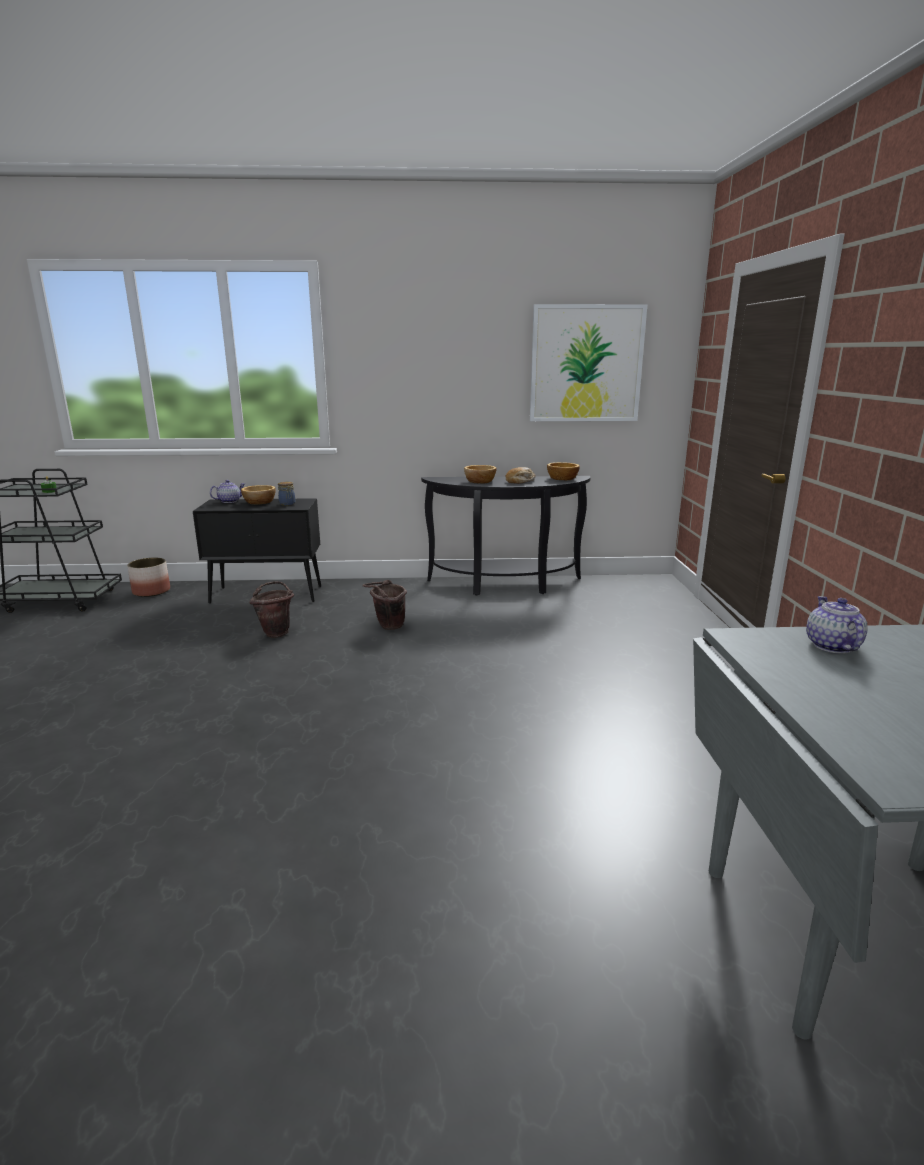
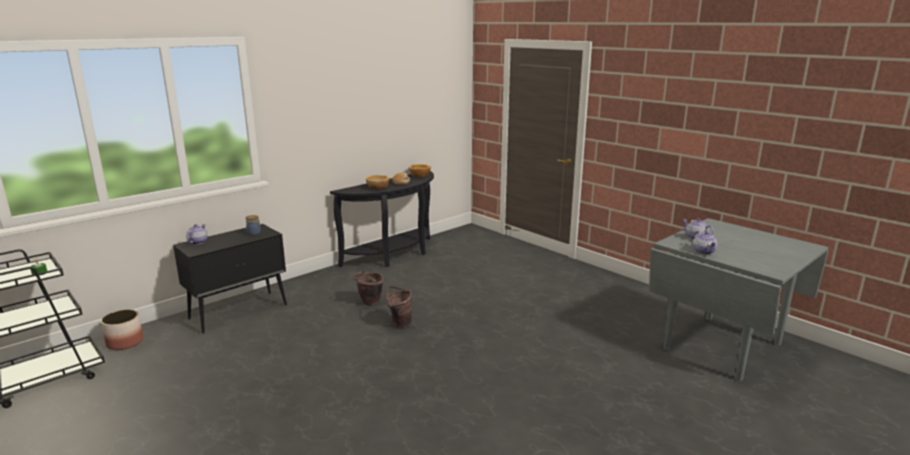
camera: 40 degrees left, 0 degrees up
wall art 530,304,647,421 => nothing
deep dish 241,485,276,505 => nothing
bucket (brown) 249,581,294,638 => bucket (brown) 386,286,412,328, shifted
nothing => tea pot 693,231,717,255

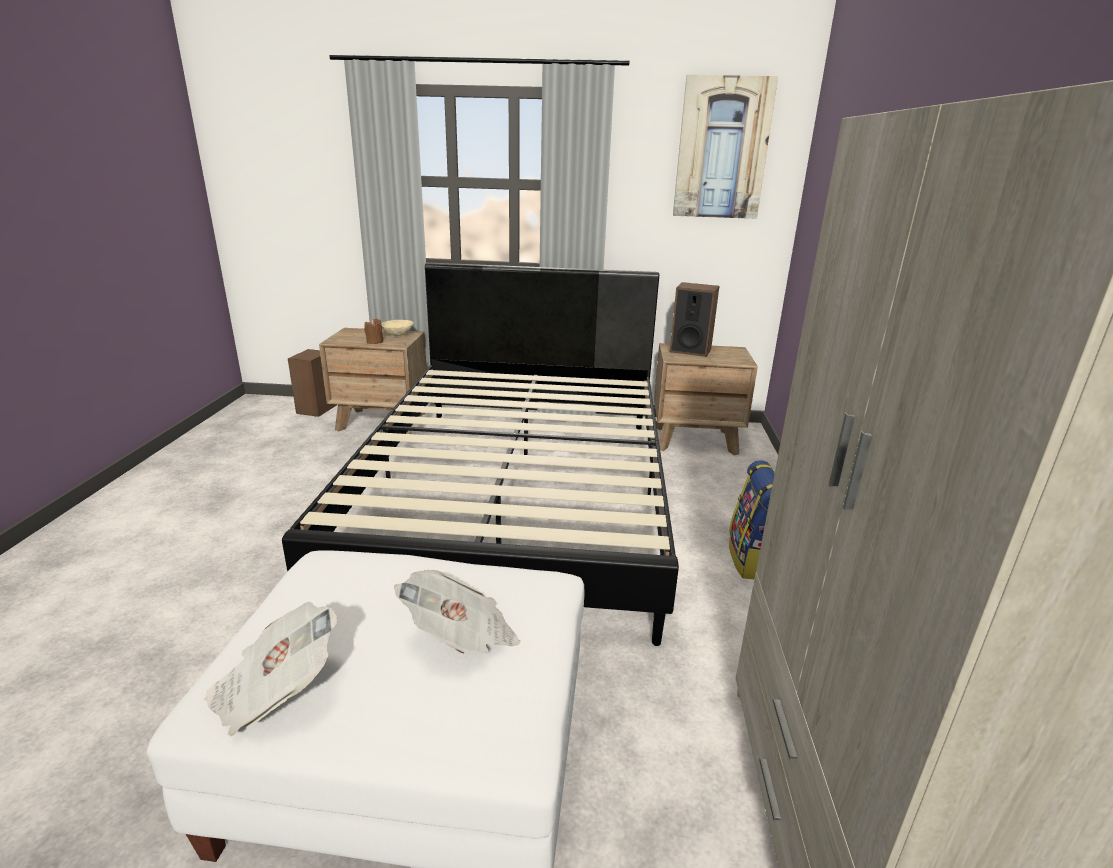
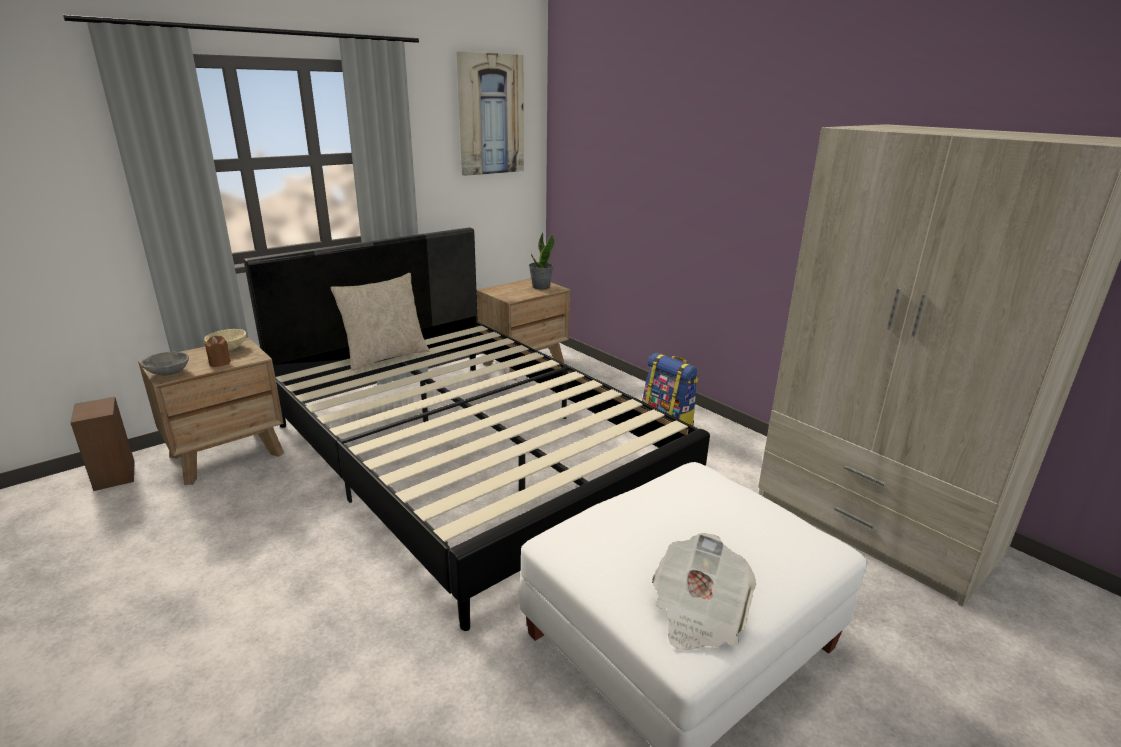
camera: 45 degrees left, 0 degrees up
speaker 670,282,719,357 => nothing
daily paper 394,570,520,654 => nothing
nothing => plant in a pot 529,232,555,290
nothing => throw pillow (sand-coloured) 330,273,430,371
nothing => deep dish (greyish) 141,352,189,376

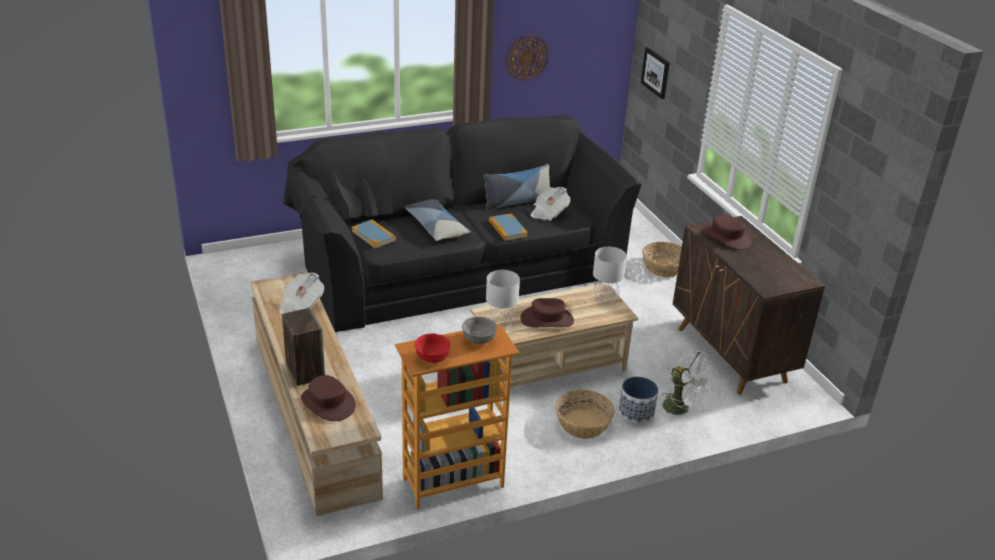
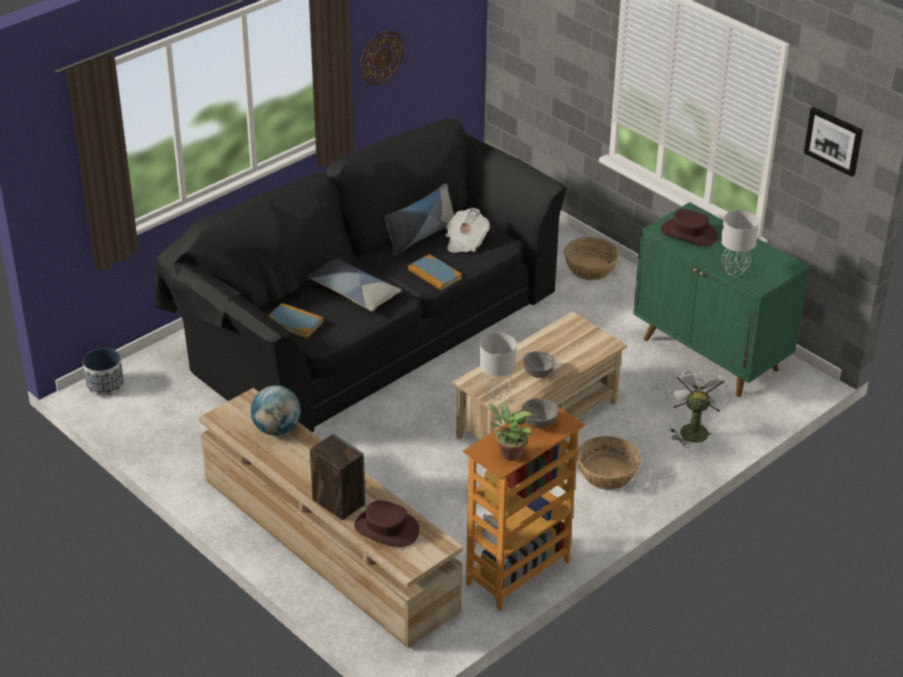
camera: 20 degrees left, 5 degrees up
wall art 641,47,670,99 => wall art 804,107,863,177, shifted
cupboard (brown) 673,216,825,395 => cupboard (green) 633,202,810,397
tabletop lamp (greyish) 593,247,627,306 => tabletop lamp (greyish) 721,210,759,276, shifted
daily paper 279,273,324,314 => desk globe 251,385,301,436
wearable hat (brown) 520,298,574,327 => deep dish (greyish) 523,351,555,378
deep dish (red-coloured) 414,333,451,363 => plant in a pot 489,403,534,461
electric fan (white) 662,350,713,422 => electric fan (white) 666,366,731,448, 105 degrees counterclockwise
plant pot 619,377,658,424 => plant pot 83,348,124,397, shifted

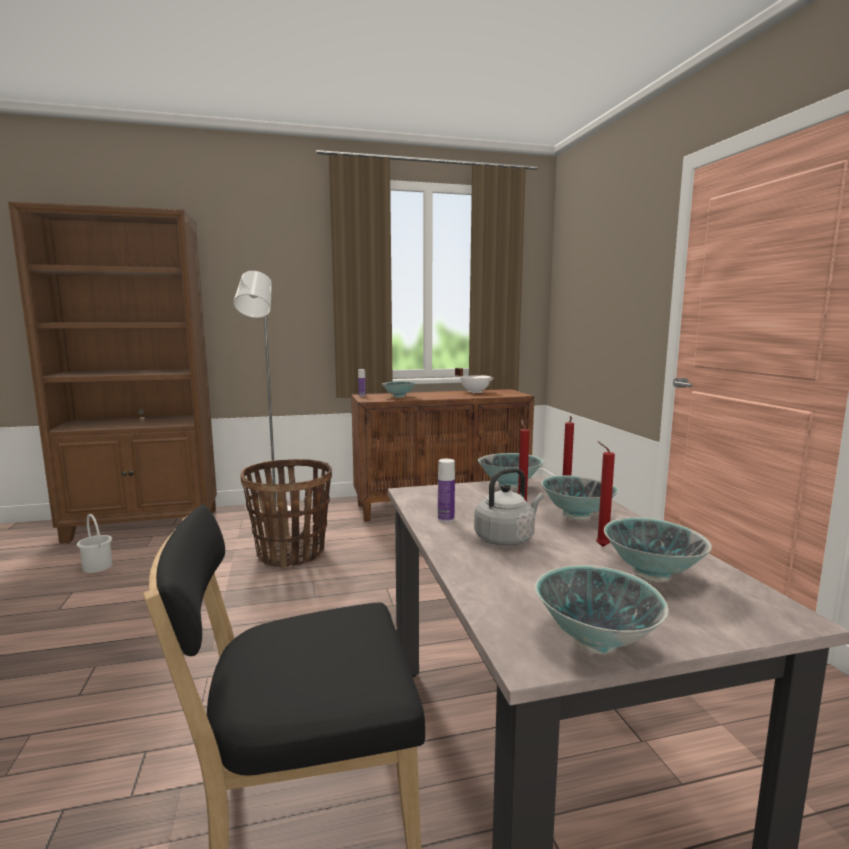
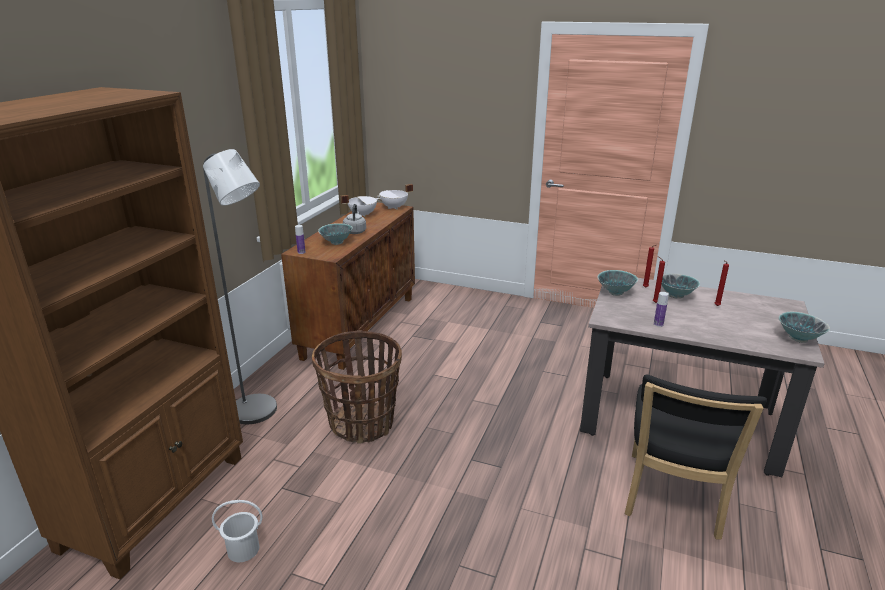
camera: 55 degrees left, 15 degrees up
tea kettle (greyish) 474,468,544,546 => tea kettle (greyish) 343,204,366,234, shifted
deep dish 604,517,712,582 => nothing
nothing => saucepot (white) 377,184,413,210

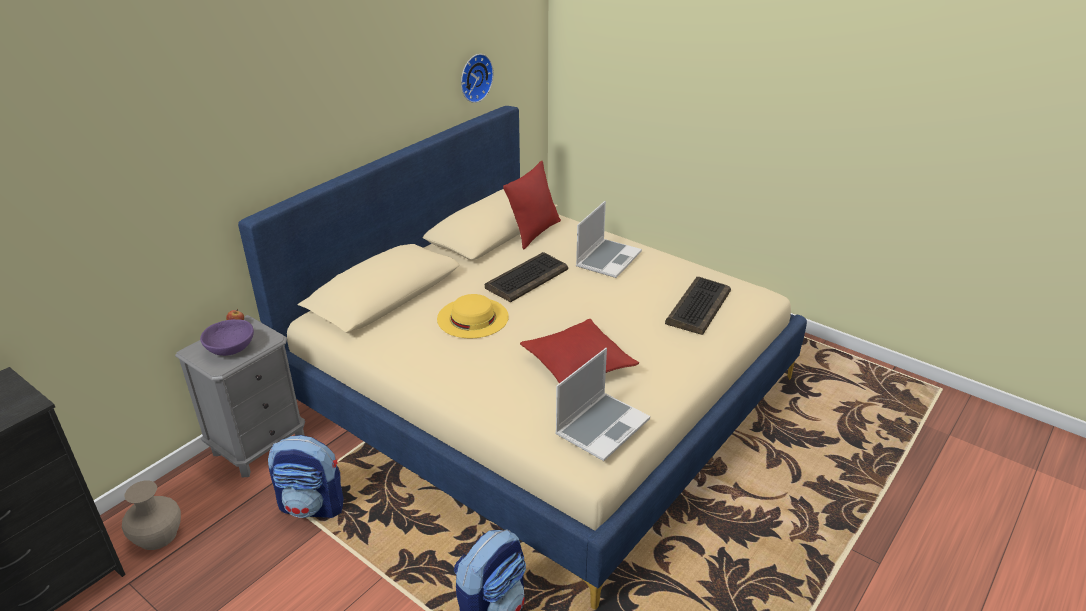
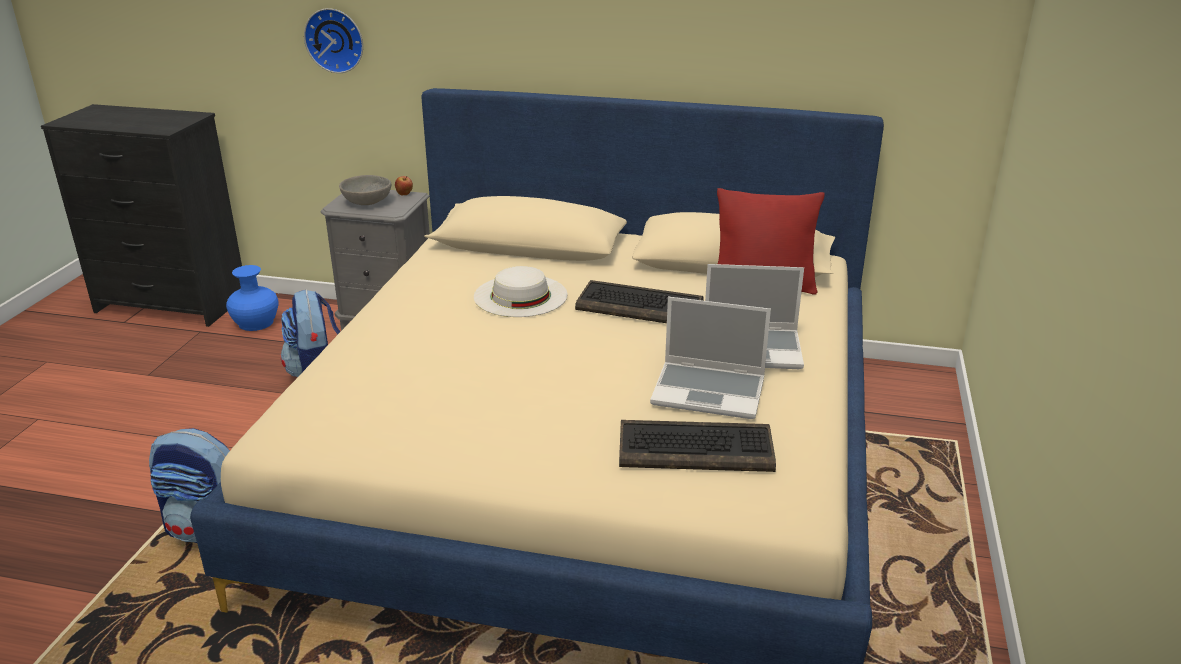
camera: 65 degrees right, 5 degrees down
clock on the wall 461,54,494,103 => clock on the wall 304,8,363,73, shifted
wearable hat (yellow) 437,294,509,338 => wearable hat (white) 474,266,567,317
deep dish (purplish) 200,319,254,356 => deep dish (greyish) 339,175,391,205
throw pillow (red-coloured) 520,319,639,383 => nothing
notebook computer 555,348,650,461 => notebook computer 650,297,771,419, shifted
flower vase (sand-coloured) 122,481,181,550 => flower vase (bluish) 226,265,279,331

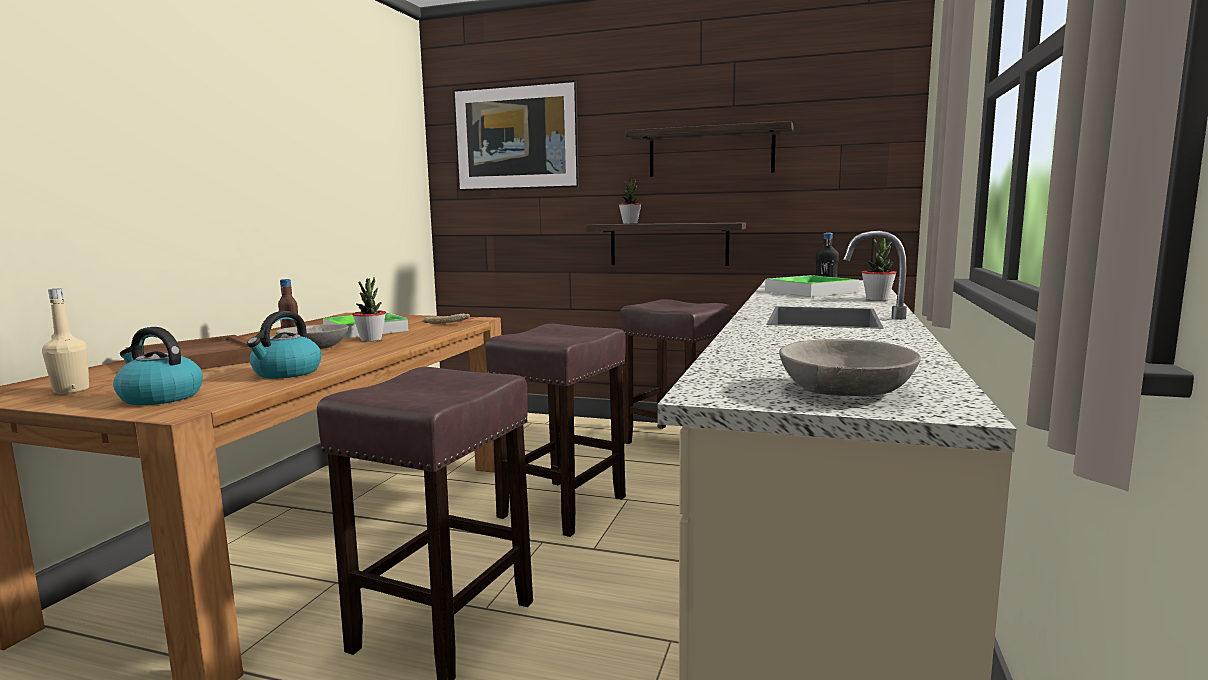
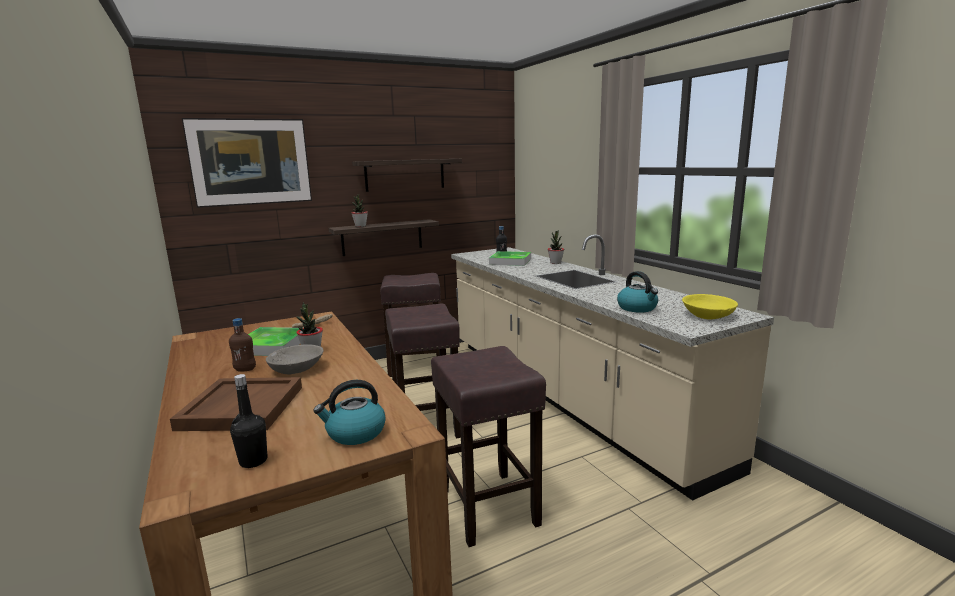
camera: 45 degrees left, 5 degrees up
beverage bottle (sand-coloured) 42,288,89,394 => beverage bottle (blackish) 230,374,268,468
tea kettle 247,311,322,378 => tea kettle 617,271,658,313, shifted
deep dish (greyish) 779,339,921,396 => deep dish (yellow) 682,294,738,320

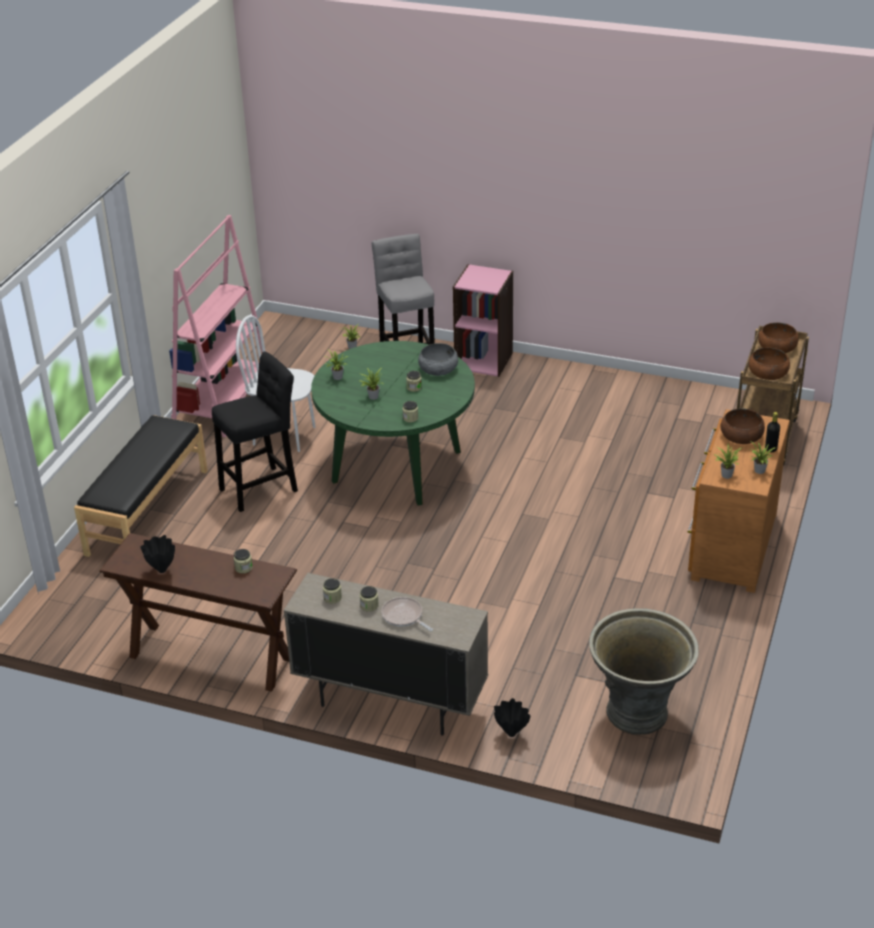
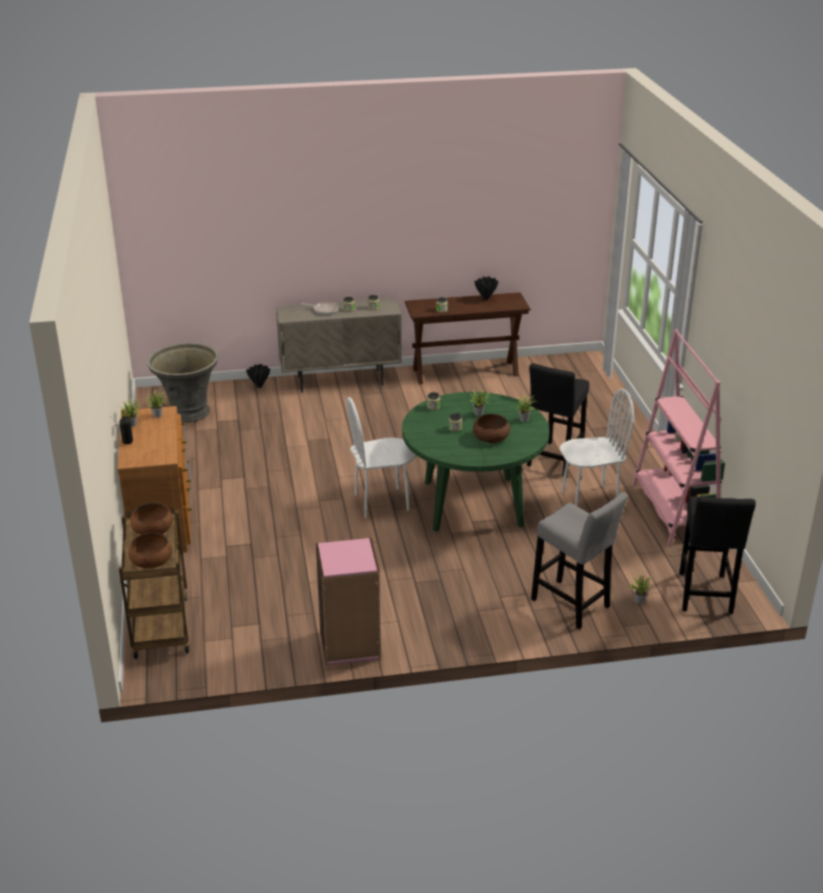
camera: 150 degrees right, 5 degrees down
bookshelf (pink-coloured) 453,264,513,377 => bookshelf (pink-coloured) 316,538,381,666, shifted
deep dish (greyish) 418,343,458,376 => nothing
deep dish (brown) 720,408,765,444 => deep dish (brown) 473,414,510,443, shifted
bench (blackish) 74,415,208,557 => nothing
nothing => chair (white) 347,397,415,518
nothing => stool (blackish) 679,496,756,614

